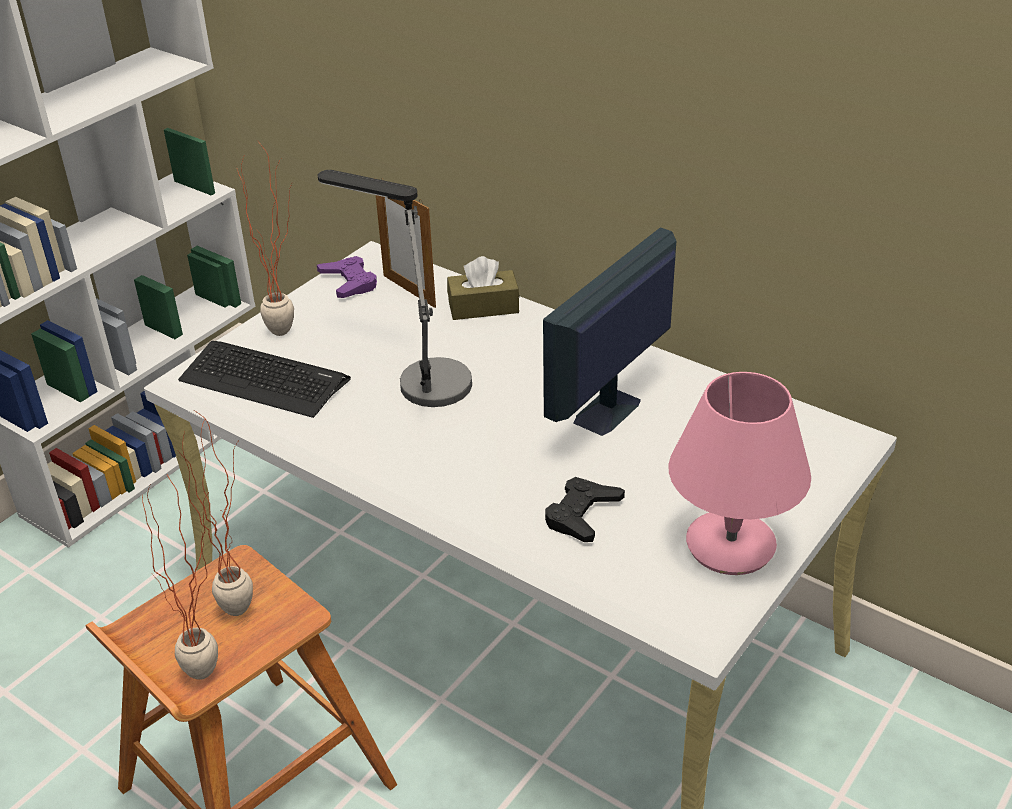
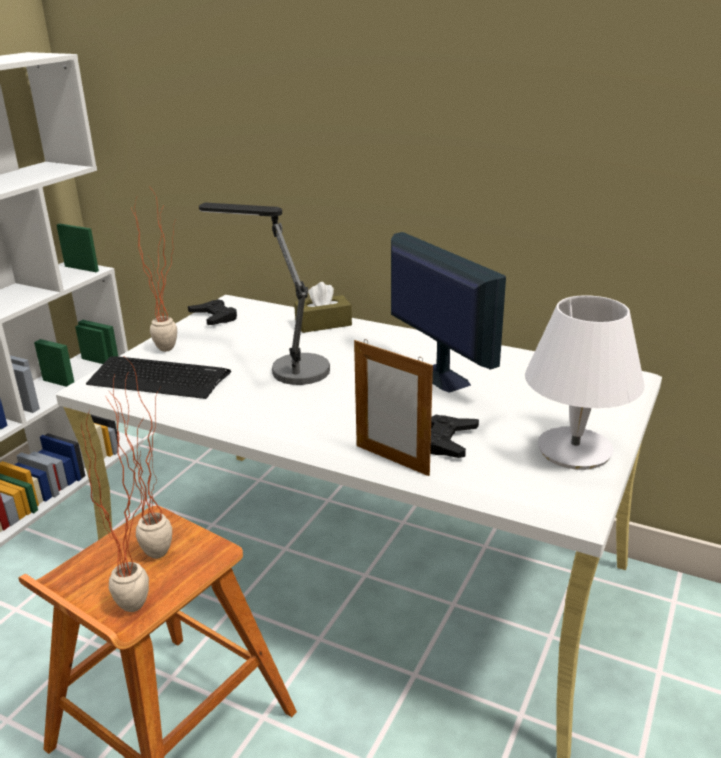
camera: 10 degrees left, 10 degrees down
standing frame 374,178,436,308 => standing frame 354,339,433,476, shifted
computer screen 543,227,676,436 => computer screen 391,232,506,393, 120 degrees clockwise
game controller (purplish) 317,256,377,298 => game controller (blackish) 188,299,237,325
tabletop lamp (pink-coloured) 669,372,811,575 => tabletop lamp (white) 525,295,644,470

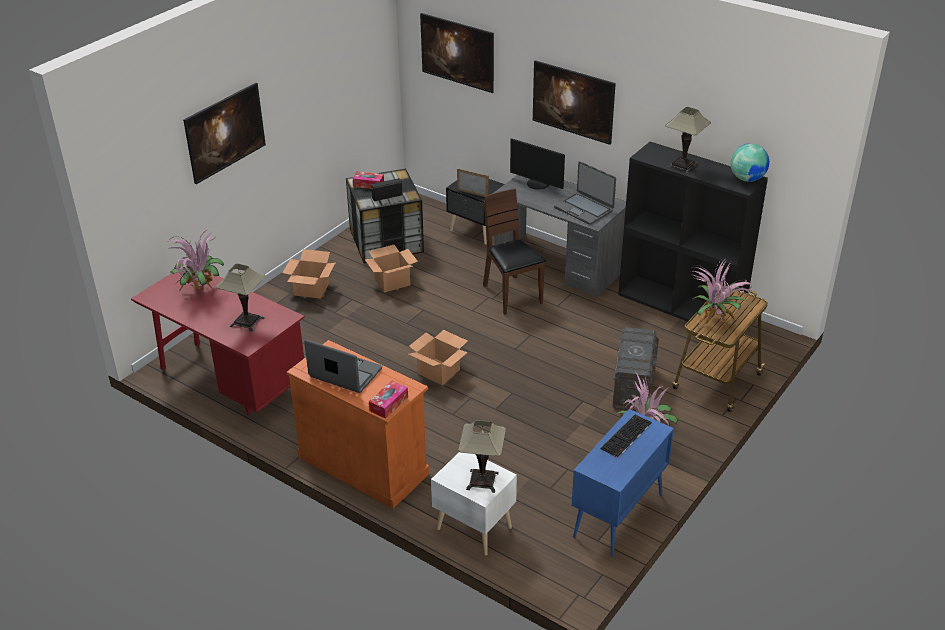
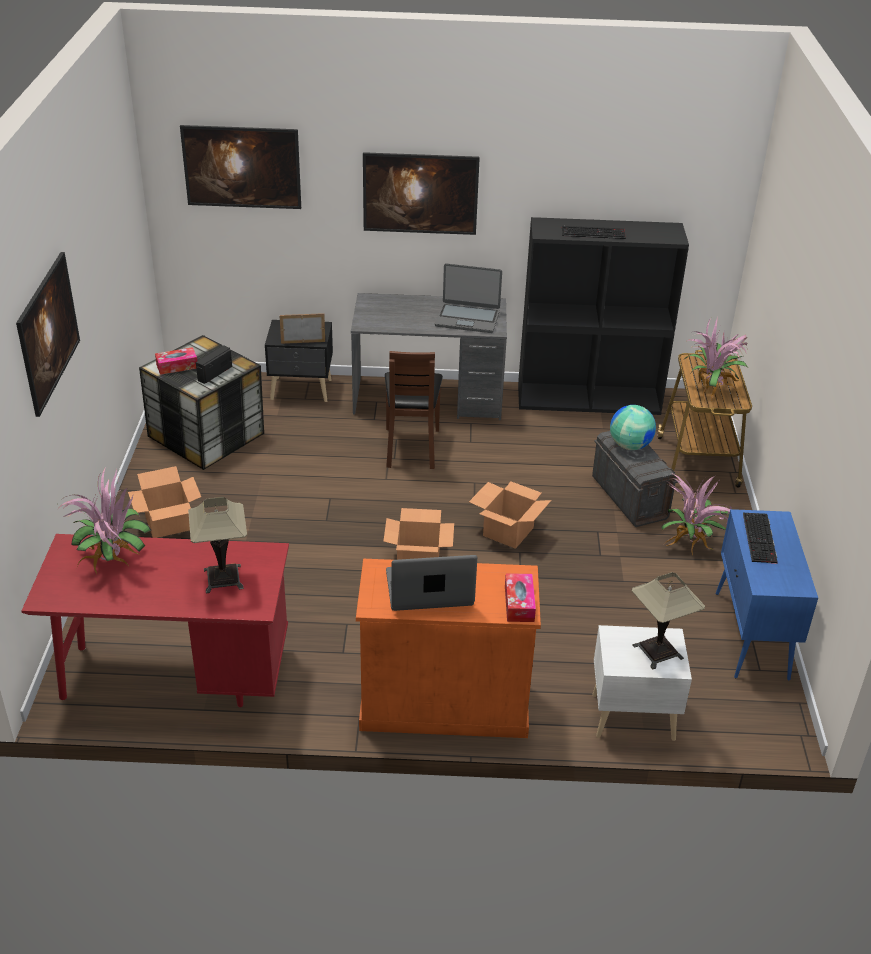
camera: 35 degrees left, 0 degrees up
tabletop lamp 665,107,711,174 => keyboard 562,226,626,239
computer screen 510,138,565,190 => nothing
desk globe 730,144,769,182 => desk globe 610,405,656,450, shifted
chair (brown) 483,188,546,315 => chair (brown) 385,351,443,469, 120 degrees counterclockwise
carton 364,245,418,292 => carton 469,482,551,549, shifted

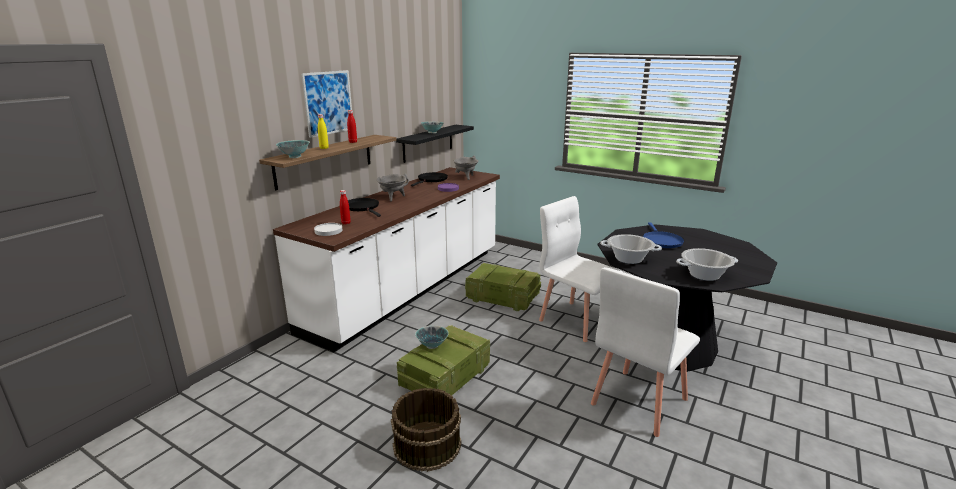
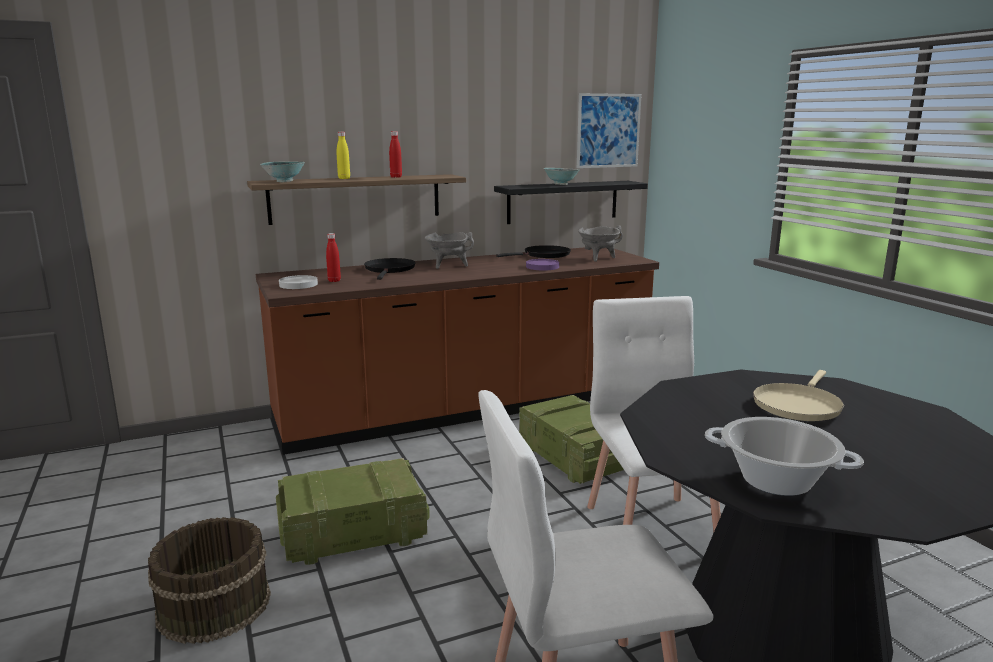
camera: 35 degrees right, 5 degrees down
wall art 301,70,352,138 => wall art 577,93,642,168, shifted
kitchen counter (white) 273,167,500,352 => kitchen counter (brown) 256,247,659,455
pan (bluish) 643,222,684,248 => pan (sand-coloured) 753,370,844,421
saucepot 600,234,662,264 => nothing
deep dish 415,326,449,349 => nothing

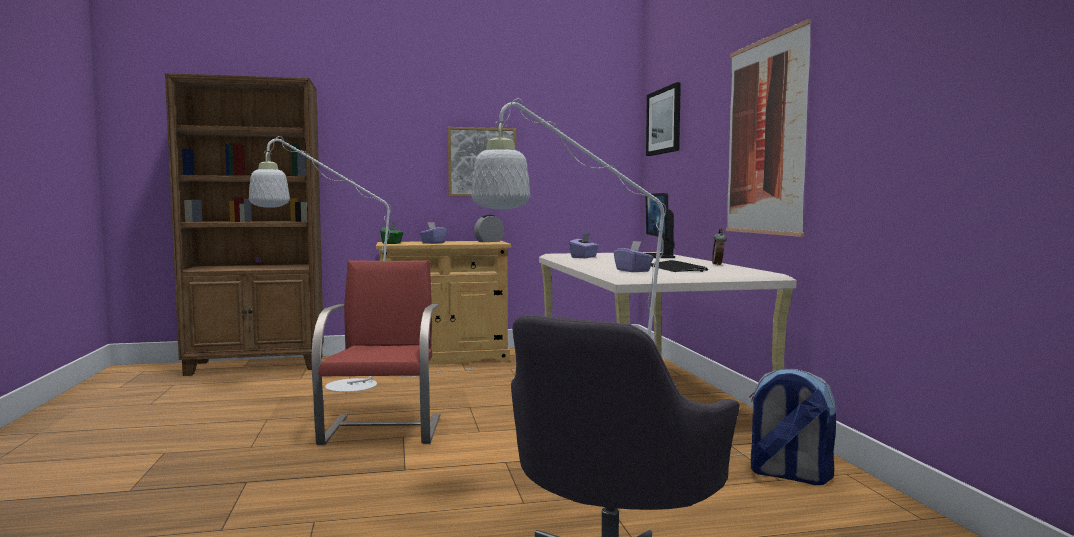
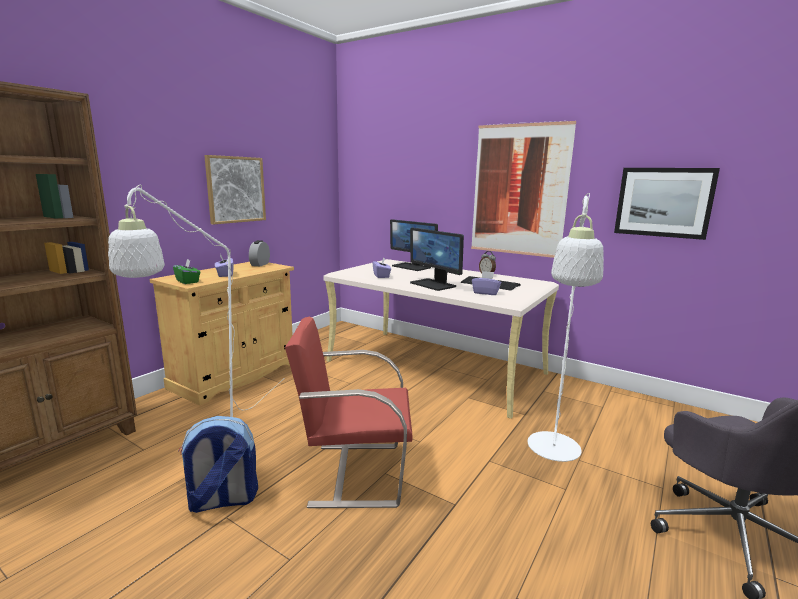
camera: 45 degrees left, 10 degrees up
wall art 646,82,681,156 => wall art 614,168,720,240, shifted
chair (red-coloured) 311,260,440,445 => chair (red-coloured) 285,316,413,508, 45 degrees counterclockwise
backpack 750,369,836,485 => backpack 178,416,258,513, shifted
nothing => computer screen 410,228,464,291

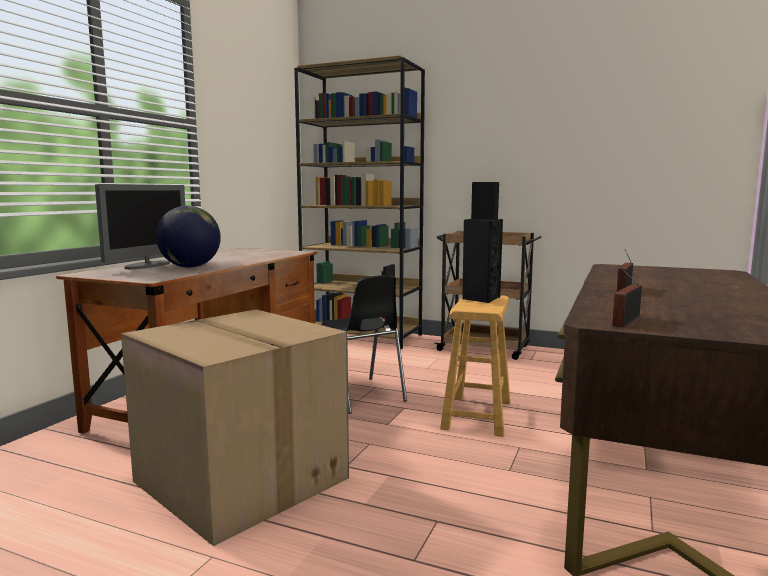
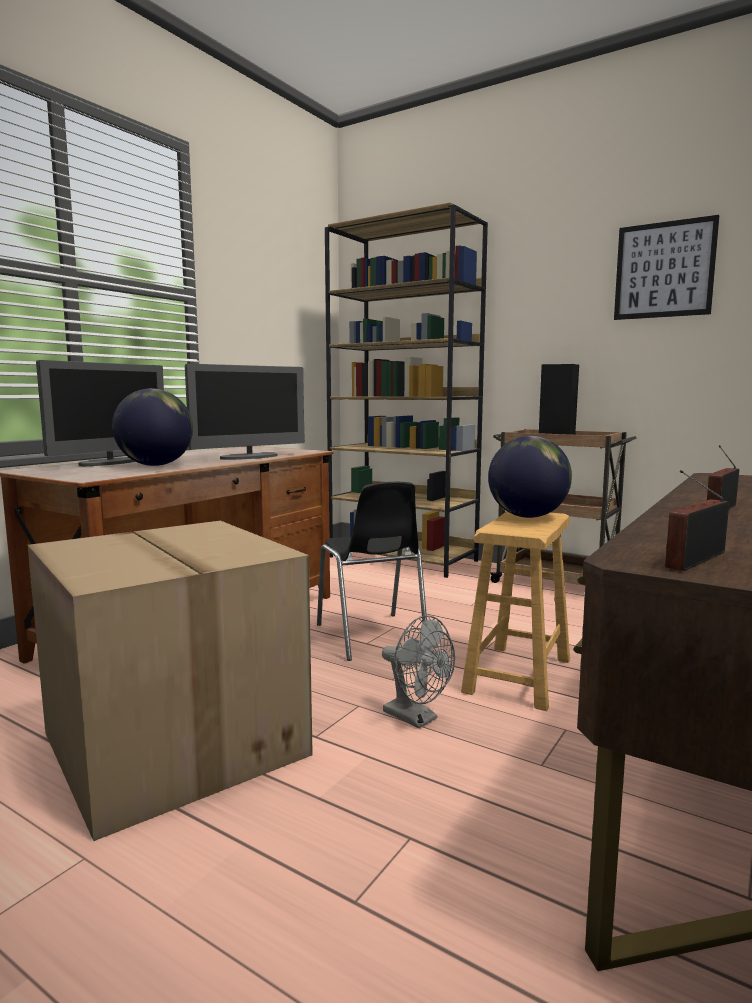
camera: 10 degrees right, 0 degrees up
speaker (blackish) 462,219,503,303 => desk globe 488,436,572,518
nothing => wall art 614,215,719,320
nothing => computer screen 185,364,305,460
nothing => electric fan (greyish) 382,615,455,728

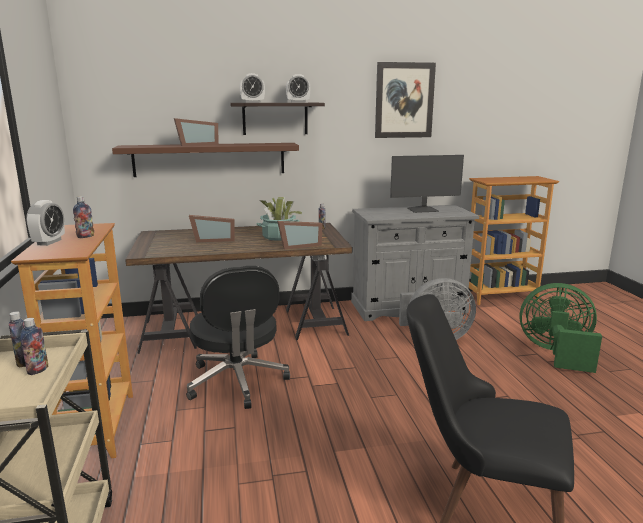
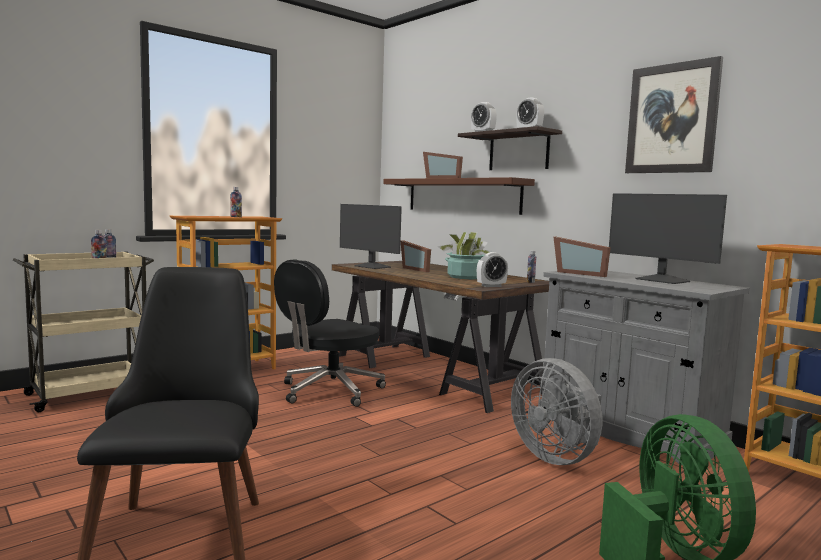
camera: 60 degrees right, 10 degrees down
table clock 26,200,65,246 => table clock 477,252,508,287, shifted
standing frame 277,221,323,249 => standing frame 554,237,611,277, shifted
nothing => computer screen 340,204,402,269

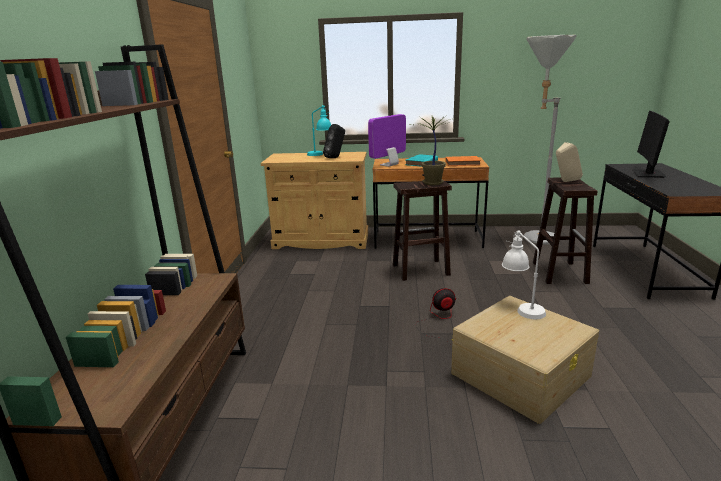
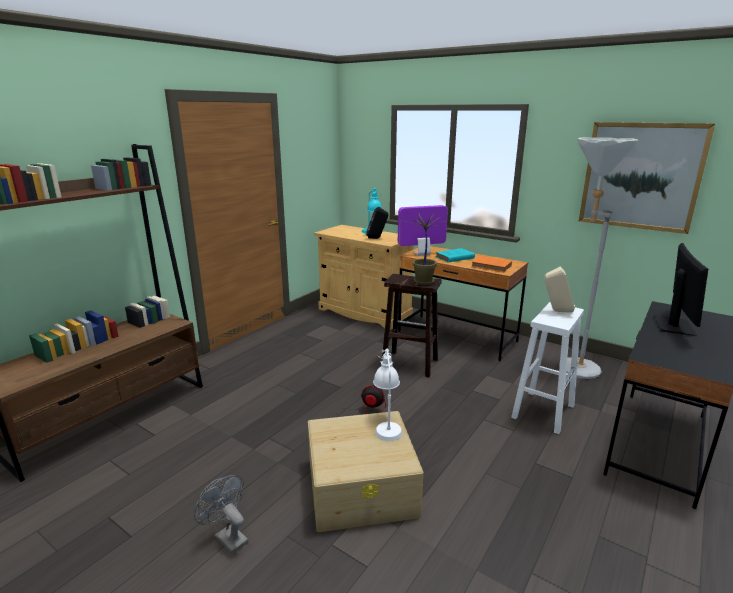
camera: 30 degrees right, 0 degrees up
computer screen 632,111,670,178 => computer screen 653,243,708,336, 150 degrees clockwise
stool (brown) 533,178,597,284 => stool (white) 511,302,584,434
nothing => wall art 579,122,715,234
nothing => electric fan (greyish) 194,475,248,554

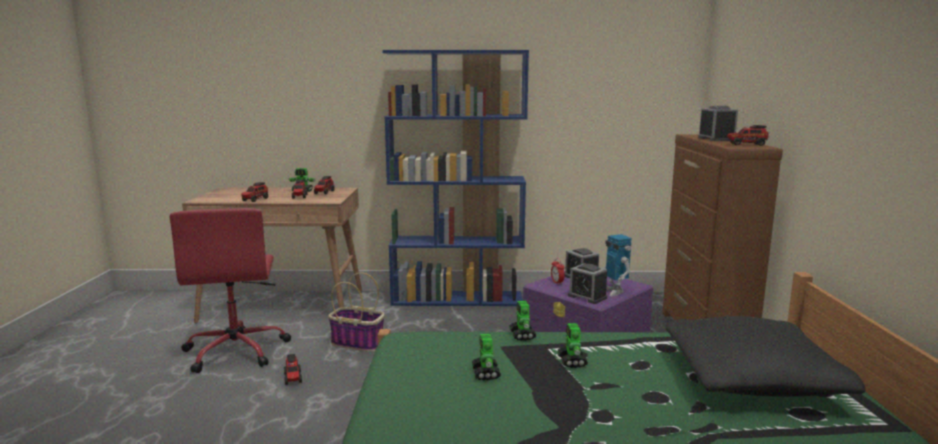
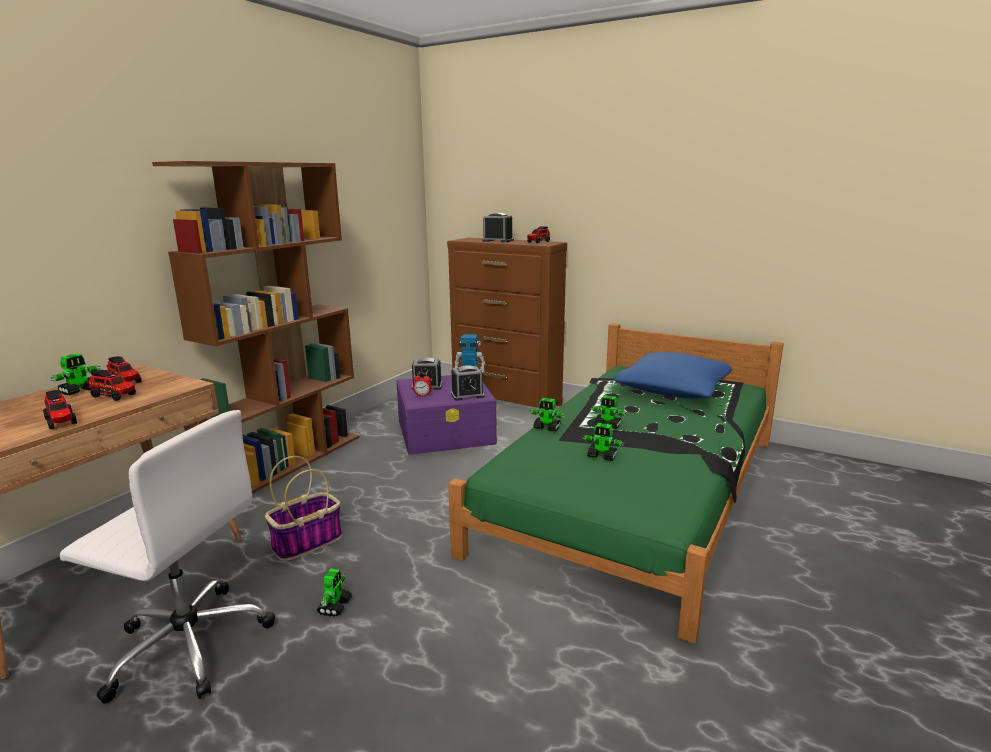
camera: 60 degrees left, 5 degrees up
bookshelf (bluish) 382,50,529,306 => bookshelf (brown) 152,161,359,494
computer chair (red-coloured) 169,208,291,373 => computer chair (white) 60,410,275,704
throw pillow (blackish) 665,316,866,397 => throw pillow (bluish) 614,352,732,399
toy lorry 284,354,302,385 => toy robot 317,569,352,616

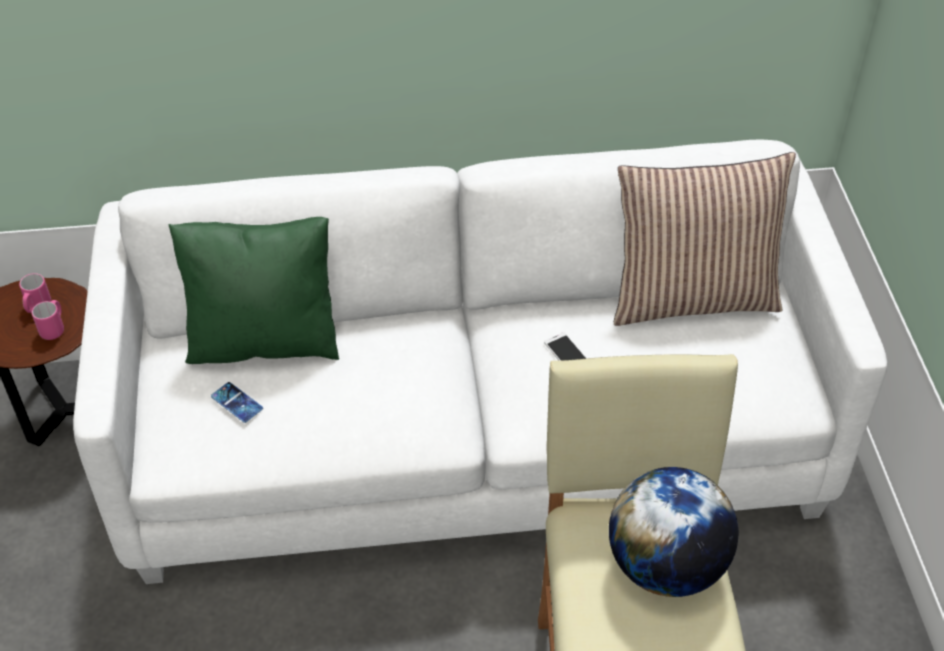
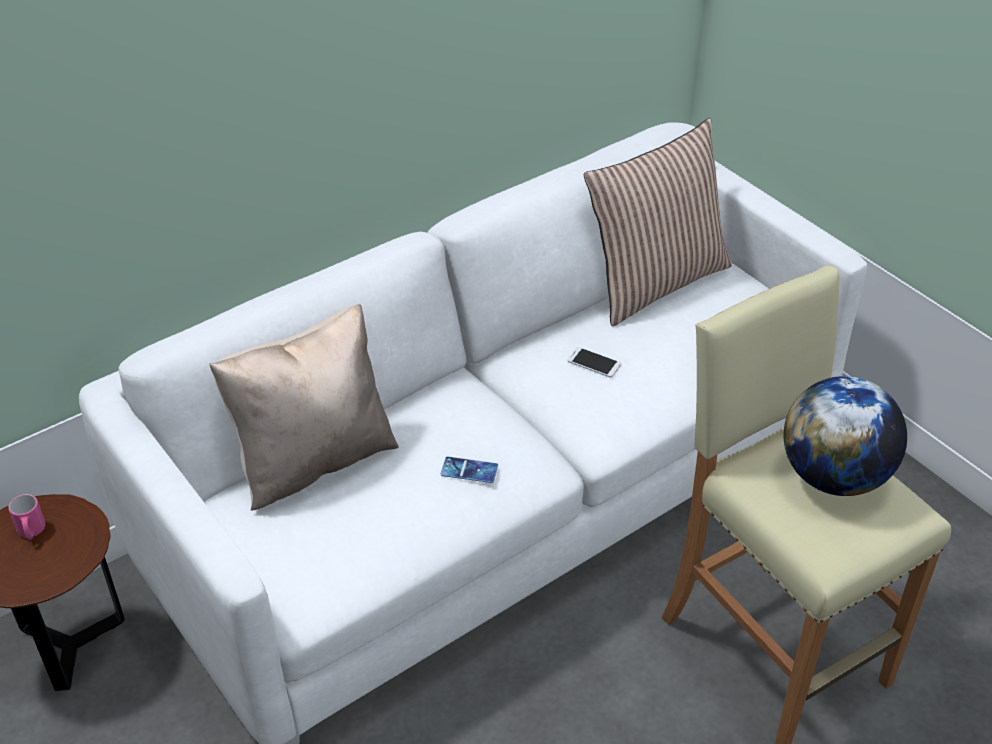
camera: 30 degrees left, 5 degrees down
throw pillow (green) 168,217,339,364 => throw pillow (sand-coloured) 209,304,399,511
mug (pink-coloured) 32,300,64,340 => nothing
telephone 211,382,263,423 => telephone 441,457,498,483, shifted

